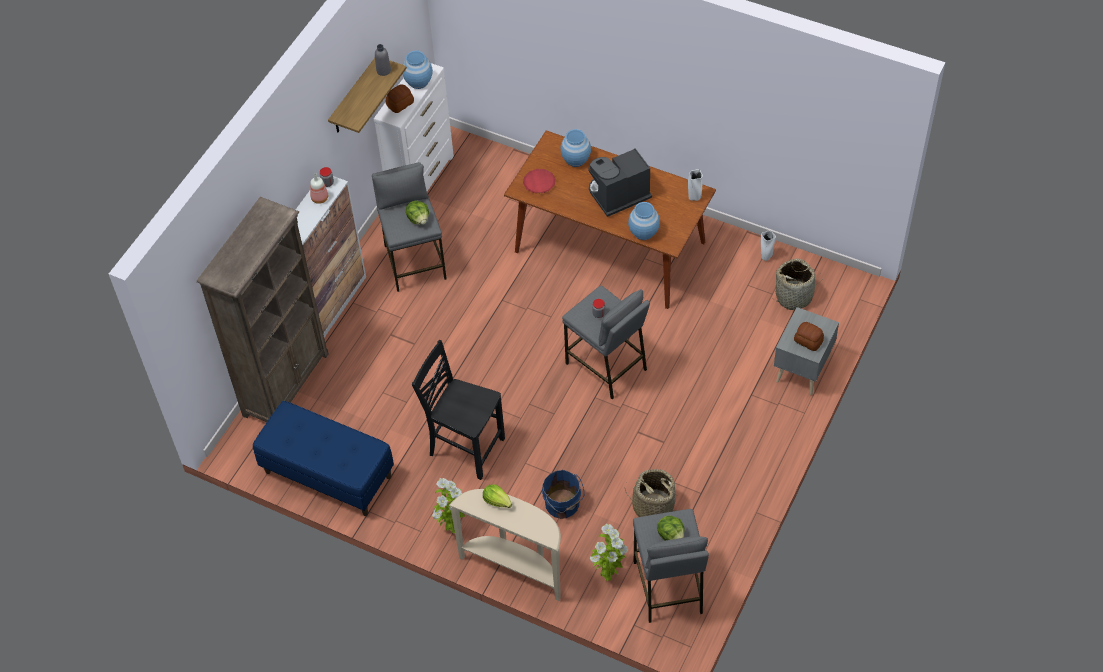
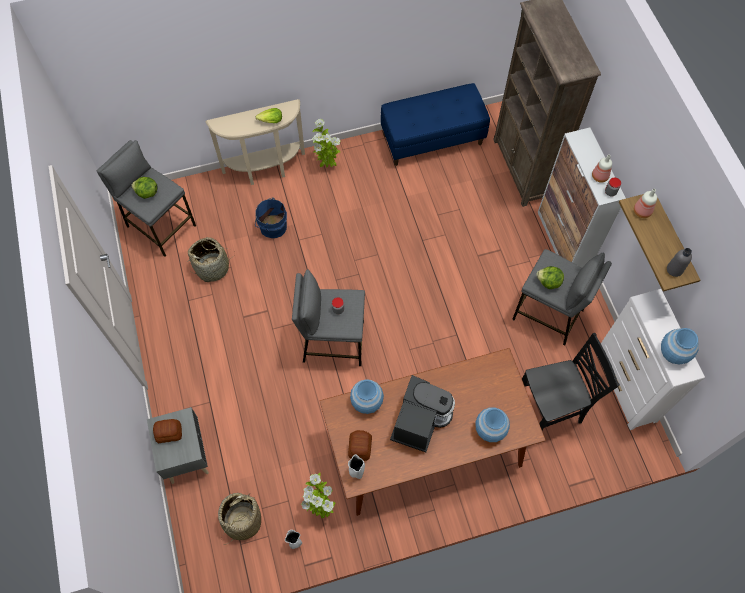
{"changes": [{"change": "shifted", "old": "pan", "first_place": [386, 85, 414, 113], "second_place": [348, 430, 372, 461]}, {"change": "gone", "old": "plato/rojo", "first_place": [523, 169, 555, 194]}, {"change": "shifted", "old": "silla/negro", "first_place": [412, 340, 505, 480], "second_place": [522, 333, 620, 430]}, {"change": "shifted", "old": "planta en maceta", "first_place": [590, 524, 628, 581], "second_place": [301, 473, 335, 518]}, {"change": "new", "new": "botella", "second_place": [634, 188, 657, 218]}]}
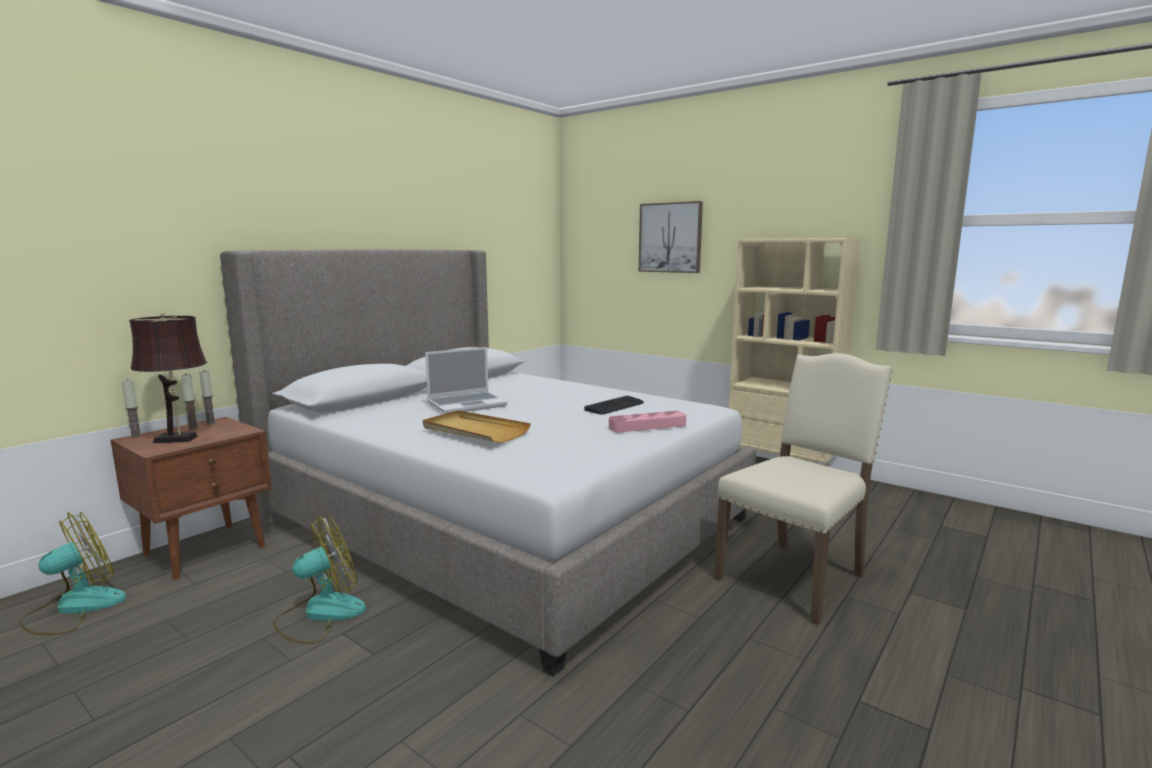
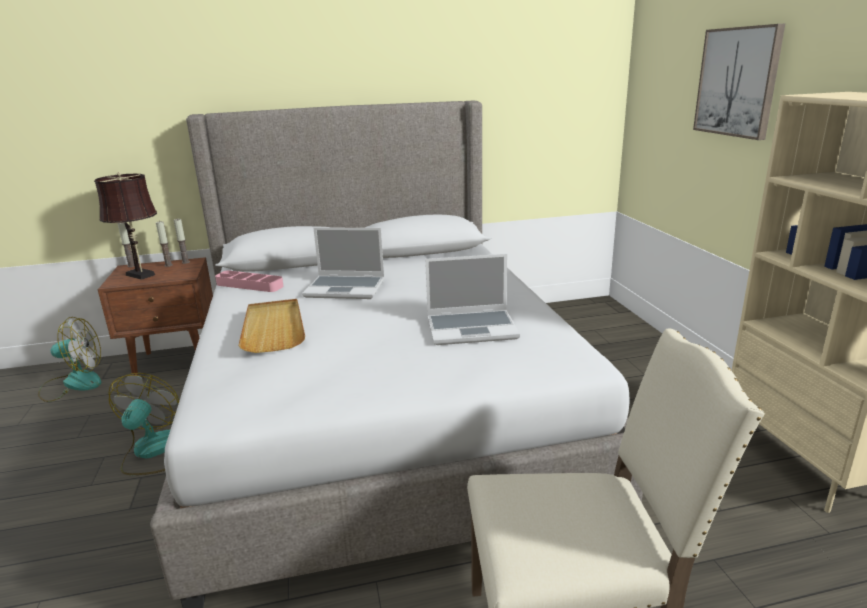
{"changes": [{"change": "swapped", "old": "teclado", "new": "portátil", "first_place": [584, 396, 644, 414], "second_place": [425, 254, 520, 345]}, {"change": "shifted", "old": "bandeja/rosa", "first_place": [609, 411, 686, 432], "second_place": [215, 271, 284, 292]}, {"change": "rotated", "old": "ventilador", "first_place": [273, 516, 366, 644], "second_place": [109, 373, 179, 475], "degrees": -90}]}
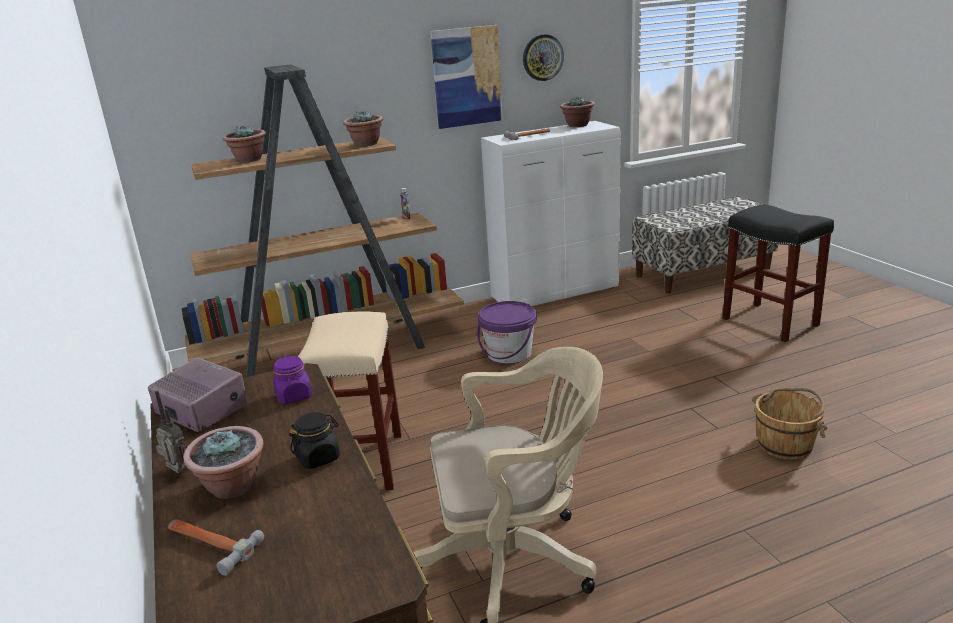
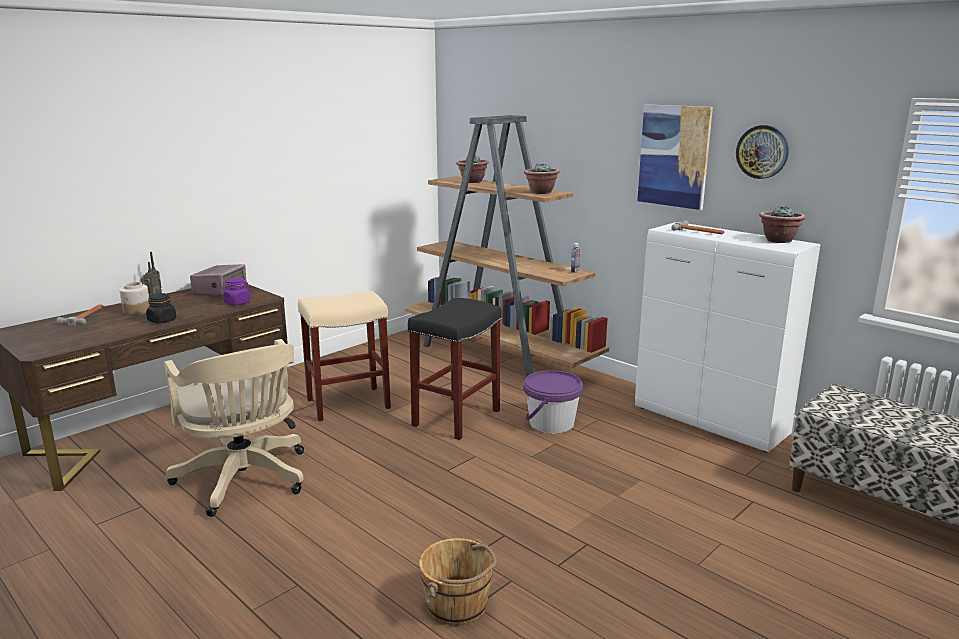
{"changes": [{"change": "shifted", "old": "taburete/negro", "first_place": [723, 204, 834, 342], "second_place": [408, 298, 502, 440]}, {"change": "swapped", "old": "planta en maceta", "new": "tarro", "first_place": [183, 426, 264, 499], "second_place": [119, 282, 150, 315]}]}
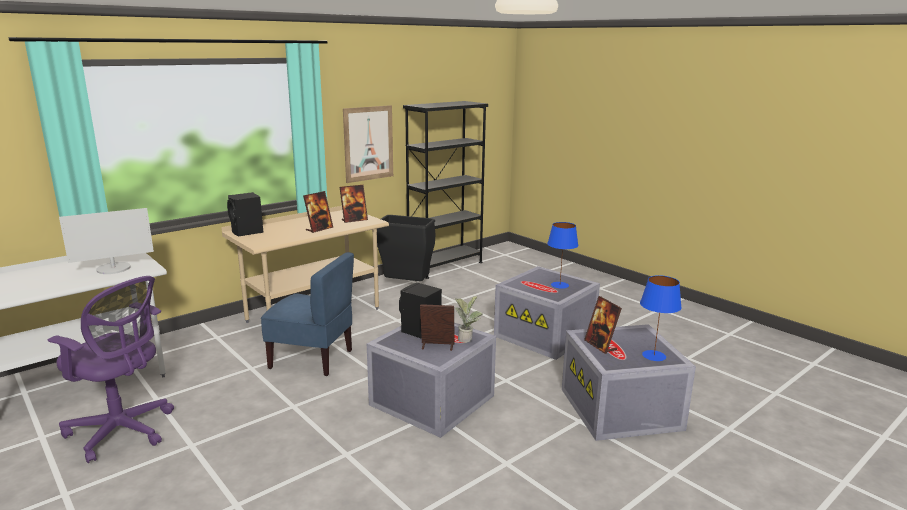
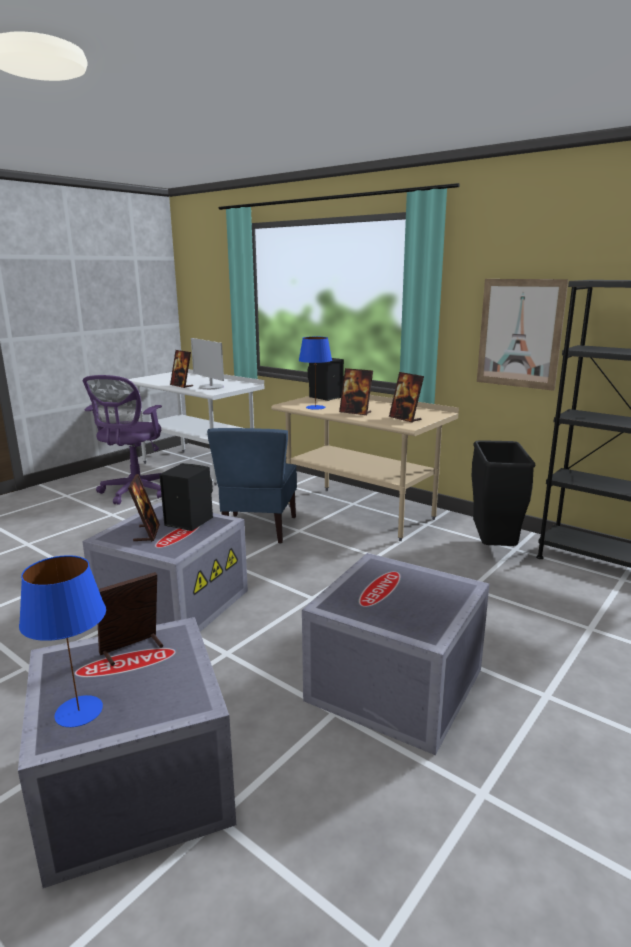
{"changes": [{"change": "shifted", "old": "lámpara de mesa/azul", "first_place": [547, 222, 578, 288], "second_place": [299, 337, 332, 410]}, {"change": "gone", "old": "planta en maceta", "first_place": [455, 296, 483, 343]}, {"change": "new", "new": "portarretratos", "second_place": [170, 350, 193, 388]}]}
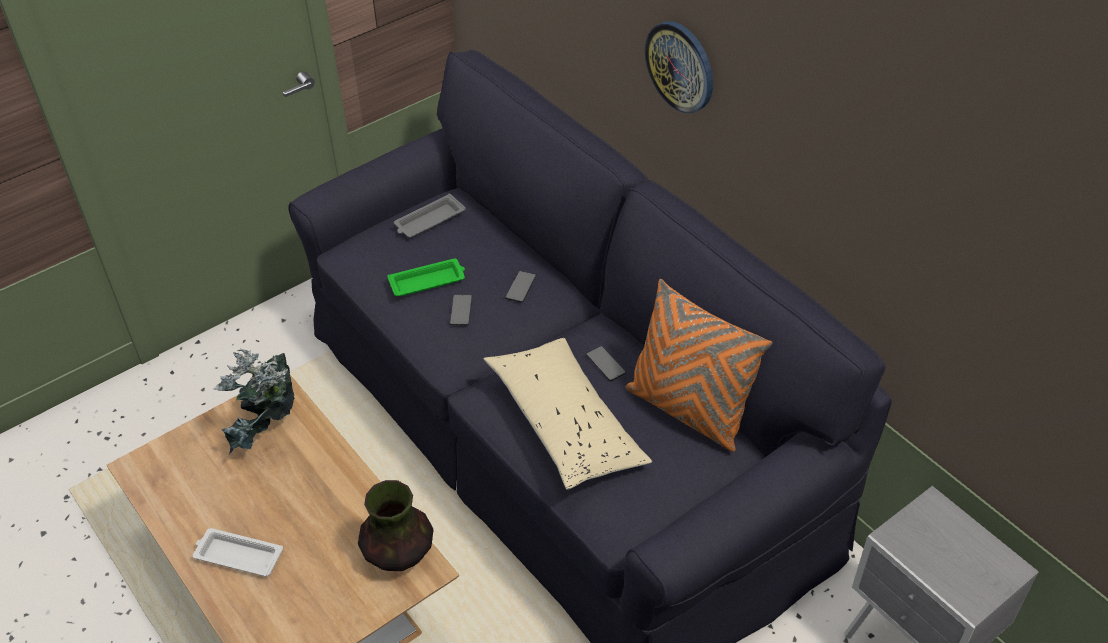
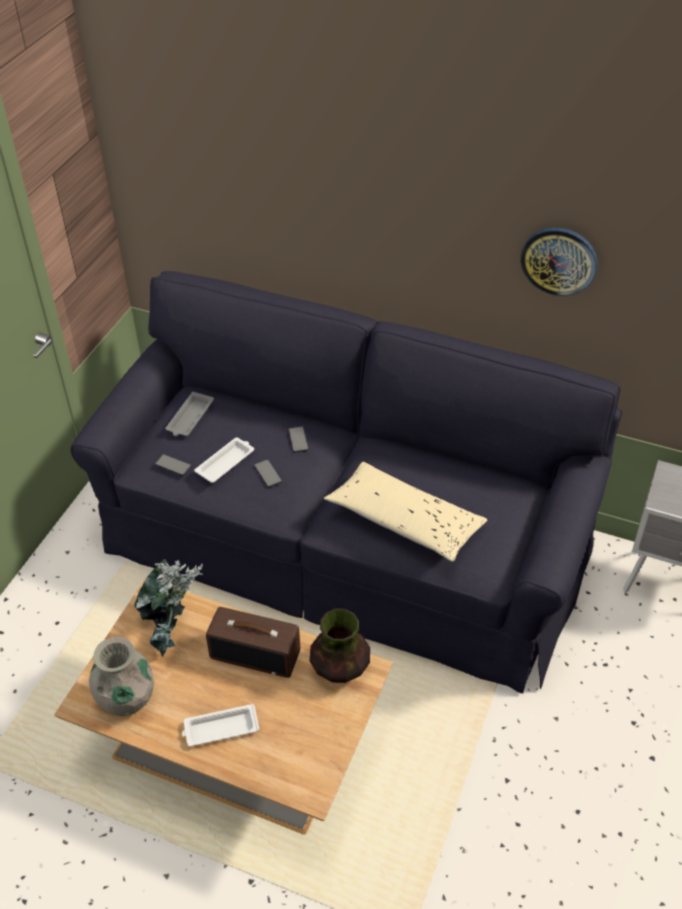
{"changes": [{"change": "shifted", "old": "reloj de pared", "first_place": [645, 21, 713, 113], "second_place": [520, 228, 598, 296]}, {"change": "repainted", "old": "bandeja/verde", "new": "bandeja/blanco", "first_place": [387, 258, 465, 296], "second_place": [194, 438, 254, 483]}, {"change": "gone", "old": "cojín/naranja", "first_place": [626, 279, 772, 452]}, {"change": "shifted", "old": "móvil", "first_place": [586, 346, 626, 381], "second_place": [155, 454, 191, 476]}, {"change": "new", "new": "radio", "second_place": [206, 607, 300, 678]}, {"change": "new", "new": "florero/gris", "second_place": [89, 637, 154, 716]}]}
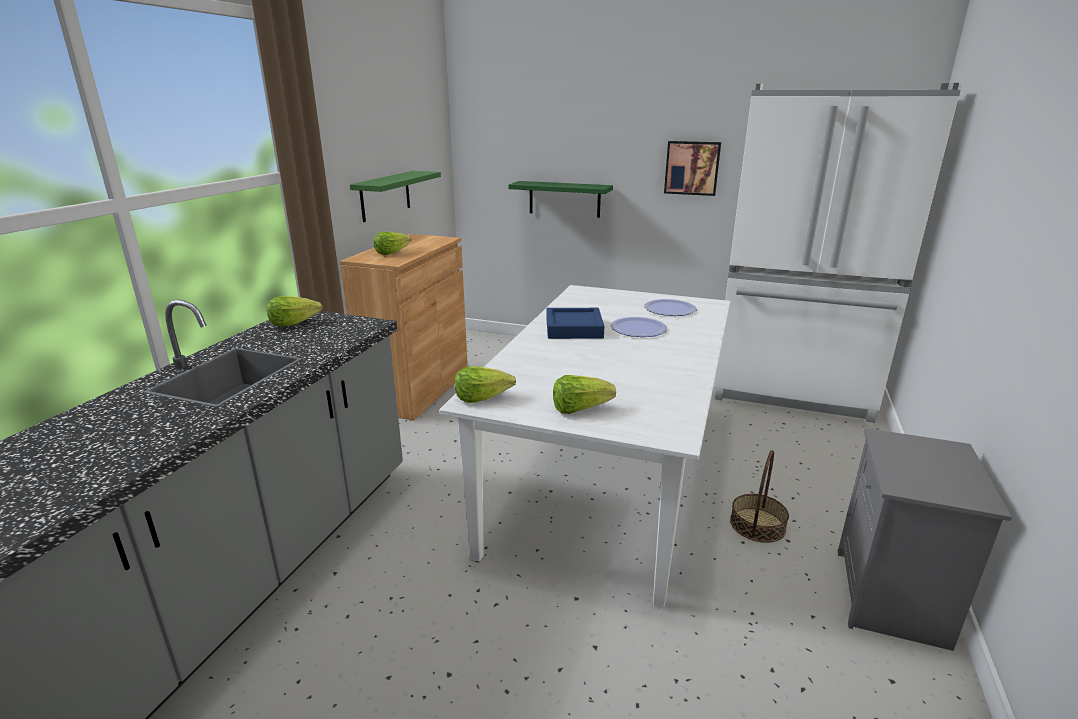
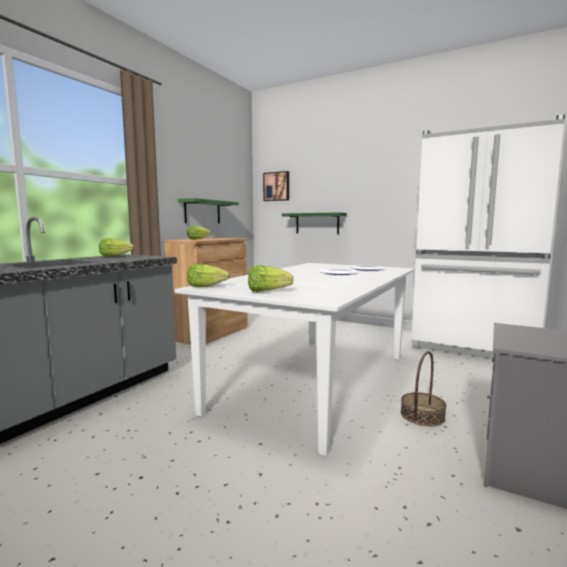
{"changes": [{"change": "shifted", "old": "cuadro", "first_place": [664, 141, 721, 196], "second_place": [263, 171, 289, 201]}, {"change": "gone", "old": "bandeja/azul", "first_place": [546, 308, 604, 339]}]}
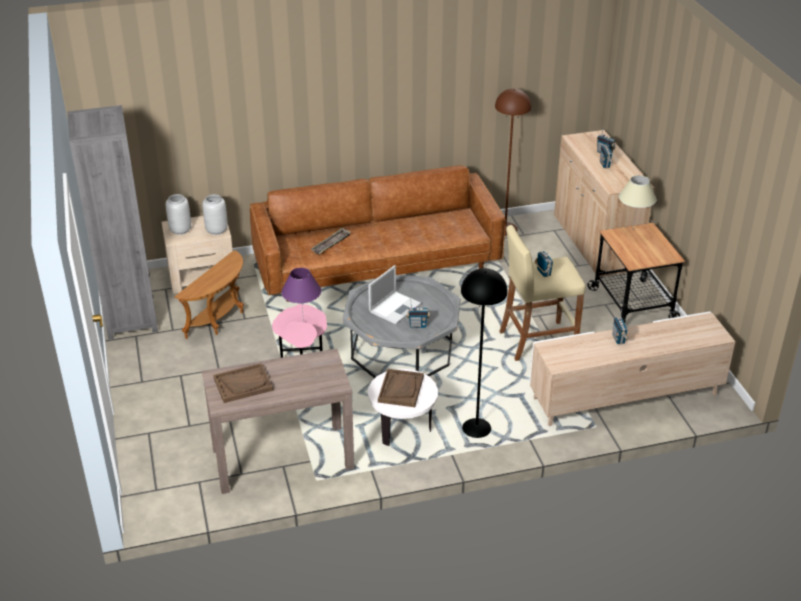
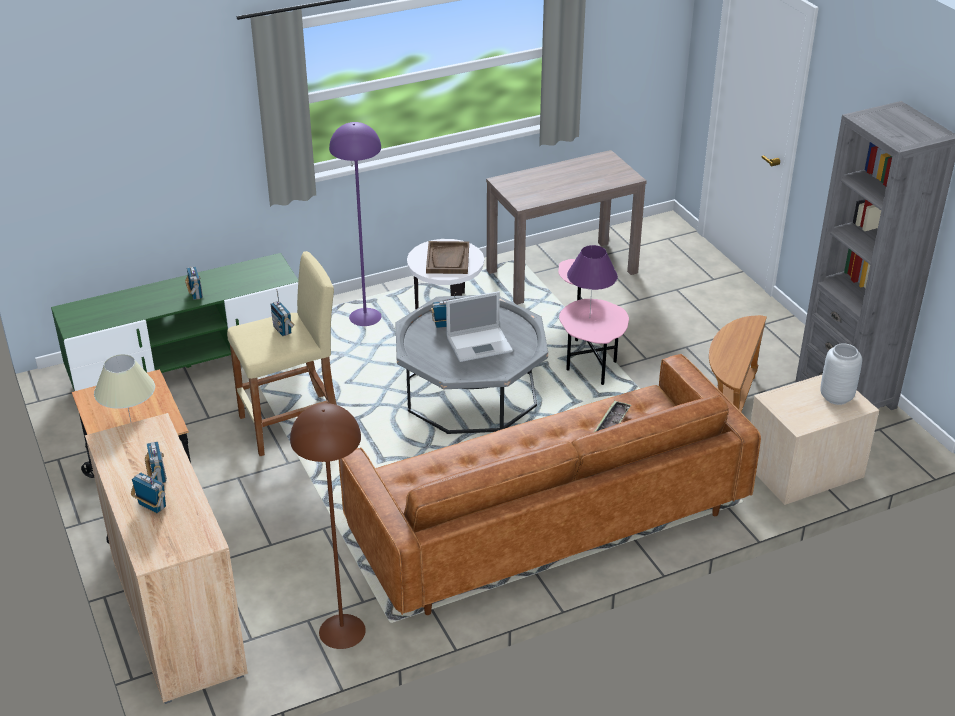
{"changes": [{"change": "gone", "old": "florero/gris", "first_place": [202, 194, 228, 235]}, {"change": "rotated", "old": "portátil", "first_place": [368, 265, 421, 324], "second_place": [446, 291, 513, 362], "degrees": -135}, {"change": "repainted", "old": "lámpara de pie/negro", "new": "lámpara de pie/morado", "first_place": [461, 268, 508, 438], "second_place": [329, 122, 382, 326]}, {"change": "repainted", "old": "mueble de televisión/beis", "new": "mueble de televisión/verde", "first_place": [529, 311, 736, 426], "second_place": [51, 253, 298, 391]}, {"change": "gone", "old": "bandeja/marrón", "first_place": [213, 363, 273, 403]}]}
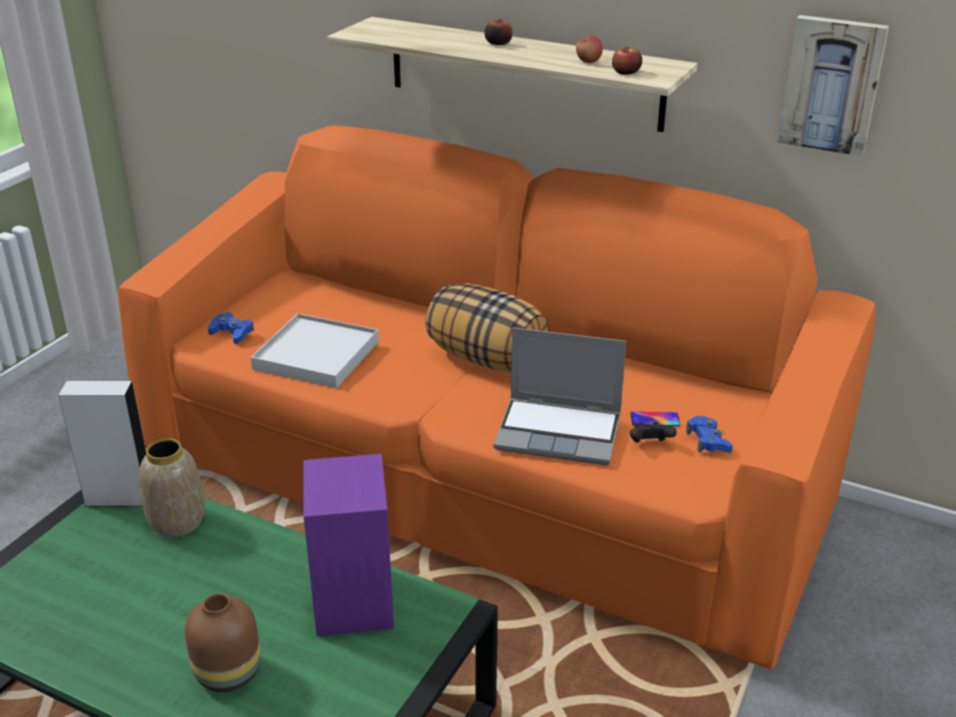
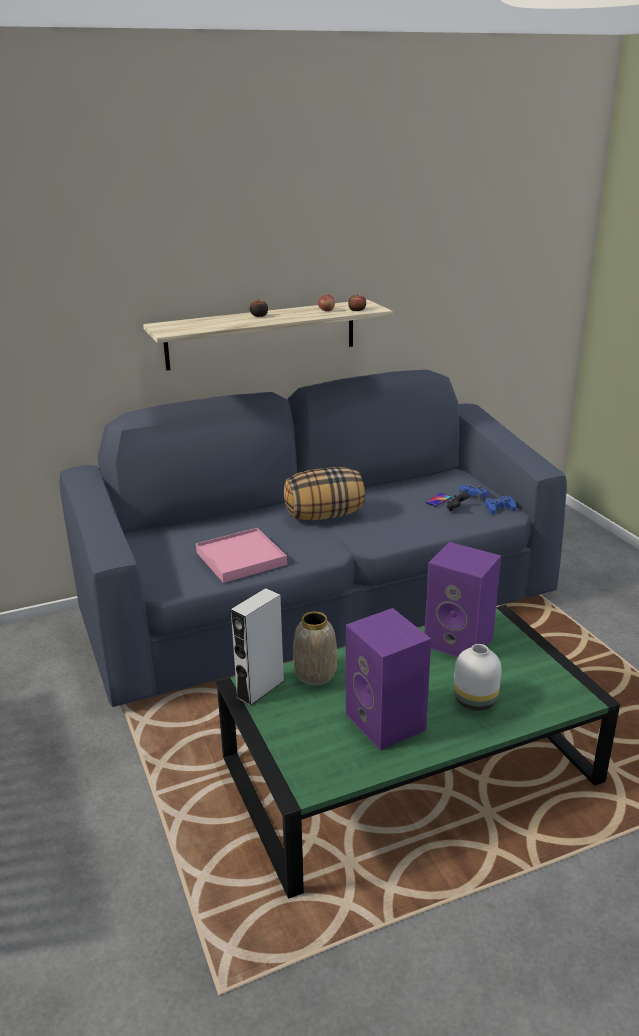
{"changes": [{"change": "gone", "old": "cuadro", "first_place": [778, 15, 889, 157]}, {"change": "repainted", "old": "sofá/naranja", "new": "sofá/azul", "first_place": [118, 125, 876, 670], "second_place": [59, 370, 567, 707]}, {"change": "shifted", "old": "mando de consola/azul", "first_place": [208, 313, 254, 344], "second_place": [485, 496, 516, 515]}, {"change": "repainted", "old": "bandeja/blanco", "new": "bandeja/rosa", "first_place": [251, 313, 379, 388], "second_place": [196, 528, 287, 583]}, {"change": "gone", "old": "portátil", "first_place": [493, 327, 626, 465]}, {"change": "repainted", "old": "florero/marrón", "new": "florero/blanco", "first_place": [185, 593, 261, 692], "second_place": [454, 644, 502, 711]}, {"change": "new", "new": "altavoz/morado", "second_place": [346, 608, 431, 751]}]}
